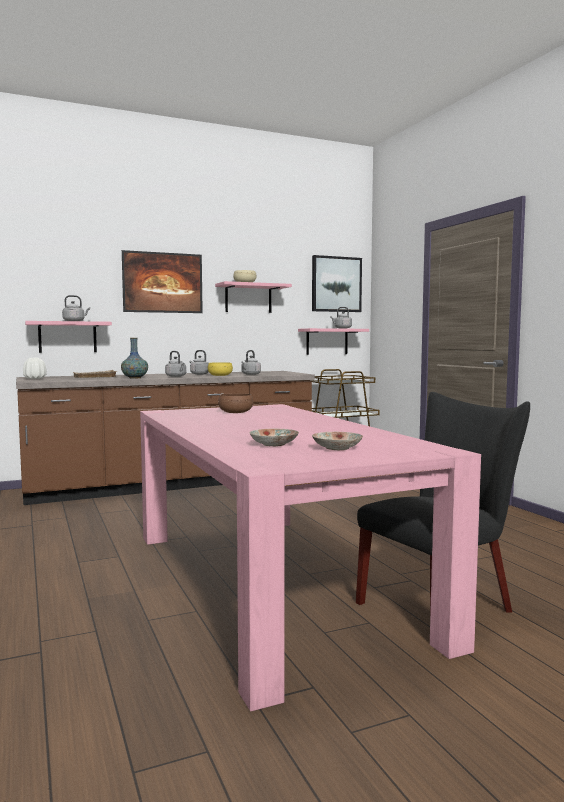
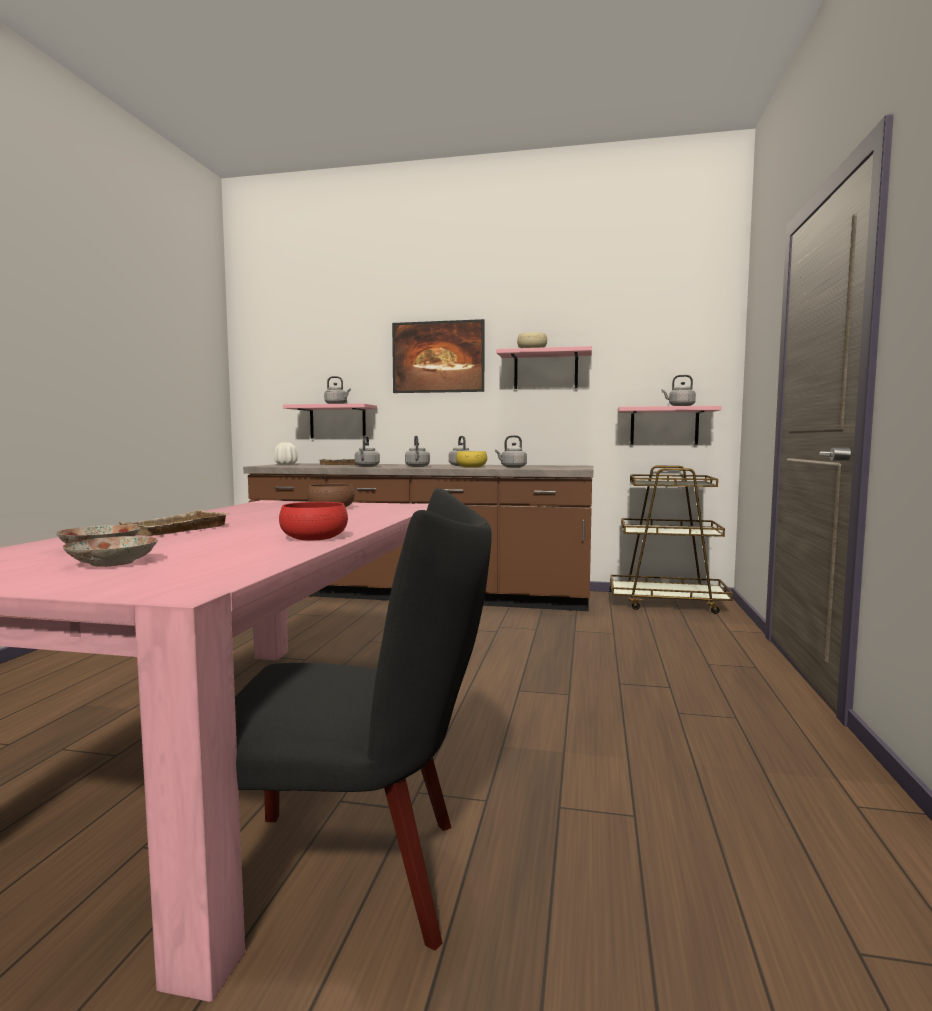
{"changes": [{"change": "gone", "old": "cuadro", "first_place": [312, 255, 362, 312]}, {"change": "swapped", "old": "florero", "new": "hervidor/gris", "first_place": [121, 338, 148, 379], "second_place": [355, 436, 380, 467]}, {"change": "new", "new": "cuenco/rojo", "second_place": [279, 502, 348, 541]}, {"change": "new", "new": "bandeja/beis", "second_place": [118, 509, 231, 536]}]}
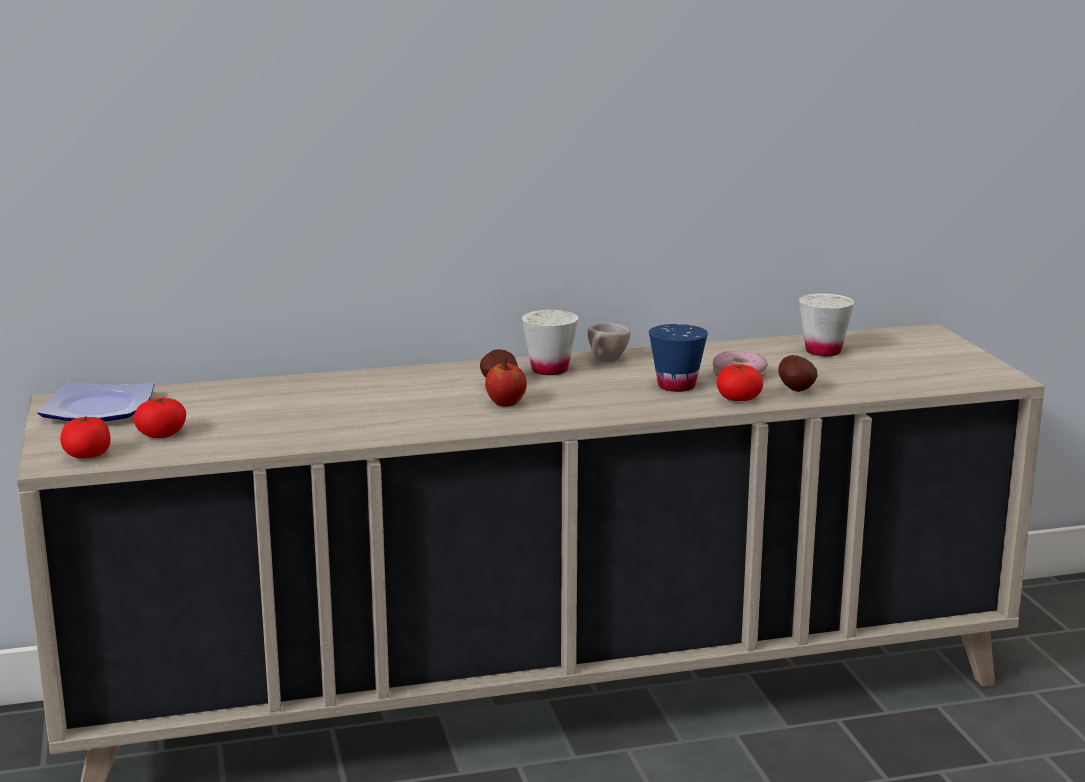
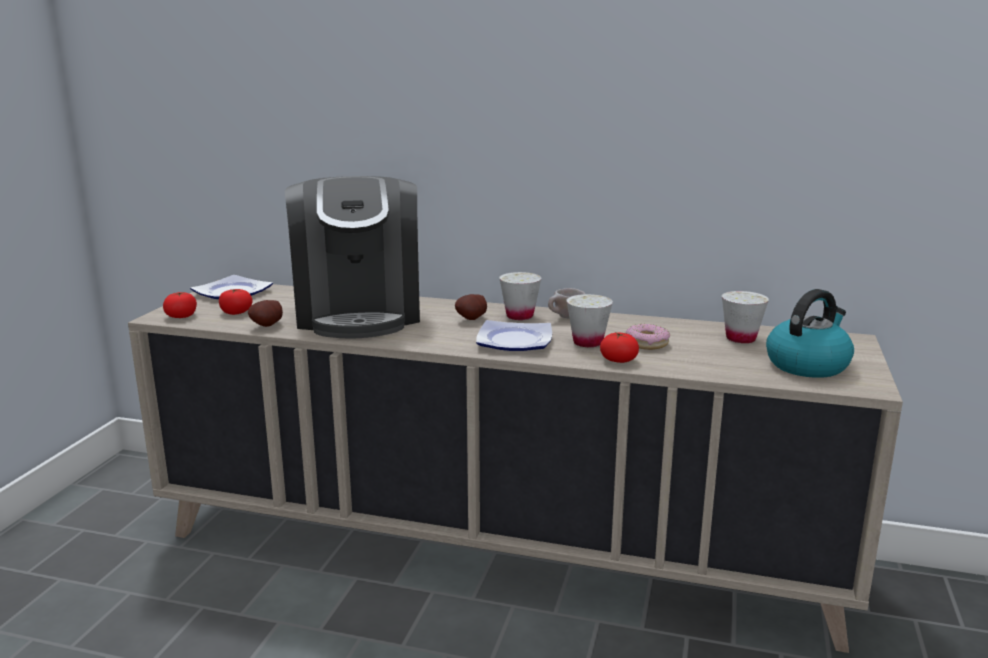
{"changes": [{"change": "repainted", "old": "taza/azul", "new": "taza/blanco", "first_place": [649, 324, 708, 392], "second_place": [566, 294, 613, 347]}, {"change": "shifted", "old": "patata", "first_place": [778, 355, 818, 392], "second_place": [248, 300, 283, 327]}, {"change": "gone", "old": "manzana", "first_place": [485, 357, 527, 407]}, {"change": "new", "new": "cafetera", "second_place": [285, 176, 420, 338]}, {"change": "new", "new": "hervidor", "second_place": [766, 289, 854, 378]}, {"change": "new", "new": "plato", "second_place": [476, 320, 552, 351]}]}
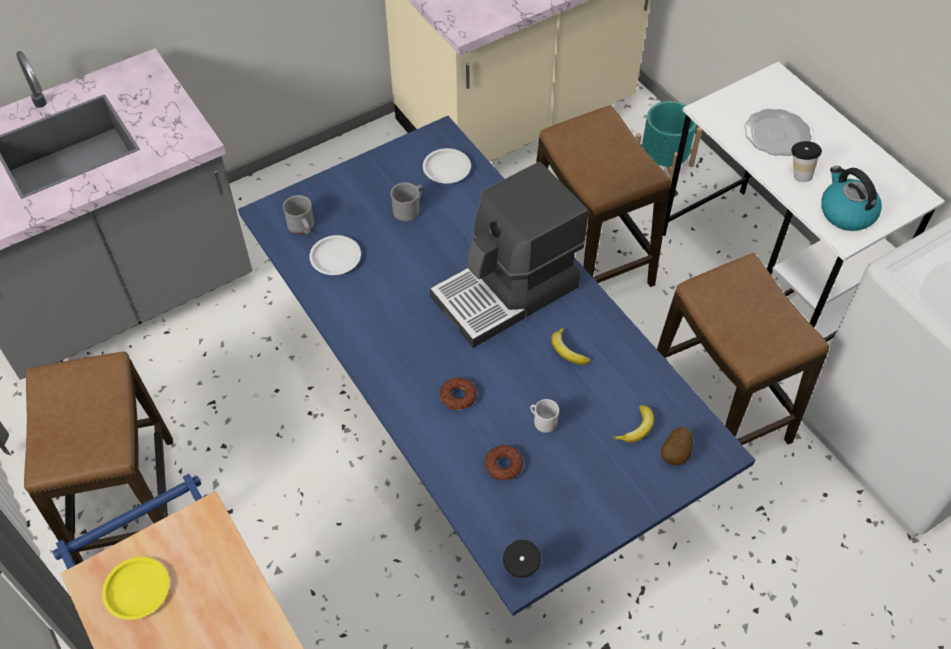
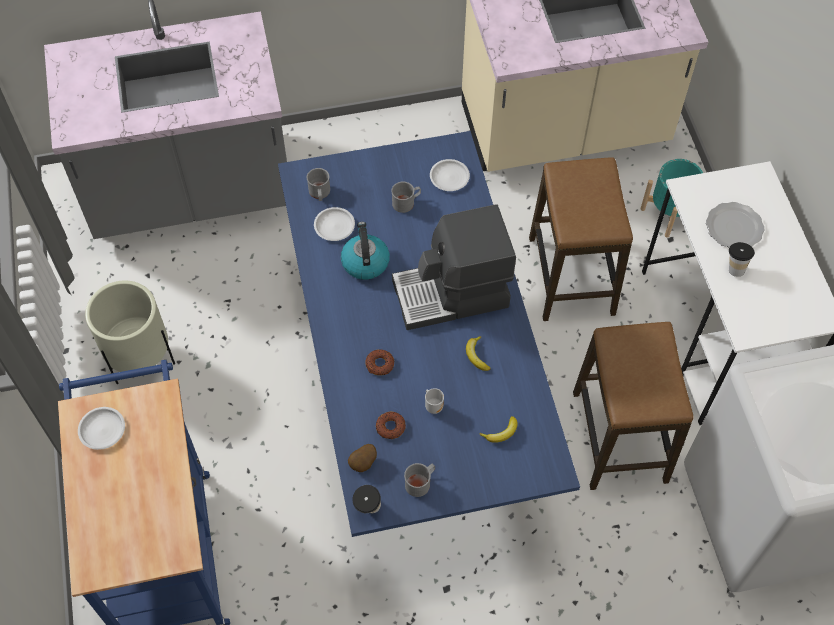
{"changes": [{"change": "shifted", "old": "hervidor", "first_place": [821, 166, 882, 231], "second_place": [341, 222, 390, 280]}, {"change": "swapped", "old": "taburete", "new": "maceta/beis", "first_place": [24, 351, 173, 565], "second_place": [85, 281, 175, 384]}, {"change": "shifted", "old": "patata", "first_place": [661, 427, 693, 465], "second_place": [348, 444, 377, 472]}, {"change": "repainted", "old": "plato/amarillo", "new": "plato/blanco", "first_place": [102, 557, 169, 620], "second_place": [78, 407, 125, 450]}, {"change": "new", "new": "taza grande/gris", "second_place": [404, 463, 435, 497]}]}
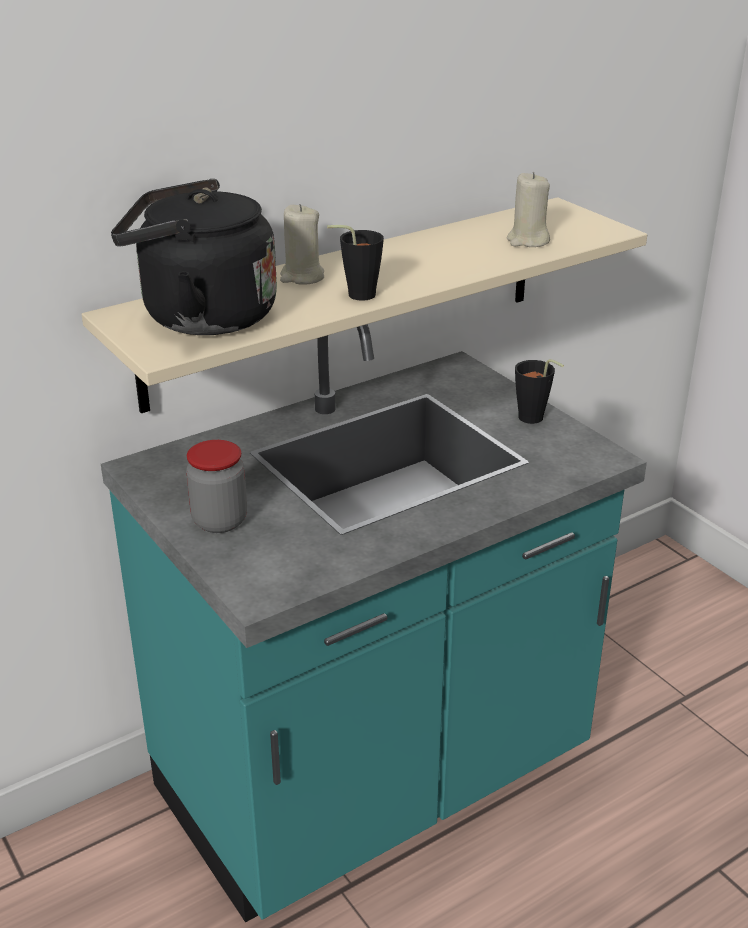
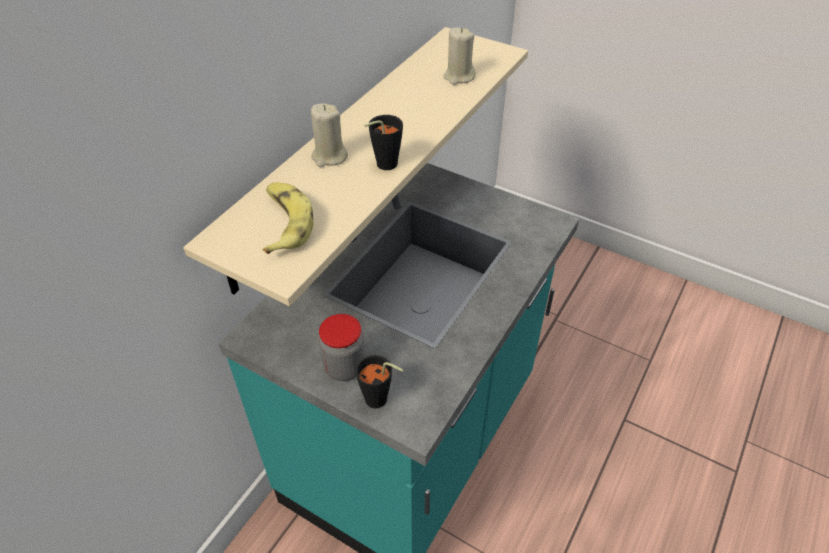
{"changes": [{"change": "swapped", "old": "hervidor/negro", "new": "plátano", "first_place": [111, 179, 277, 335], "second_place": [262, 183, 314, 254]}, {"change": "shifted", "old": "taza/negro", "first_place": [515, 359, 564, 424], "second_place": [355, 355, 403, 408]}]}
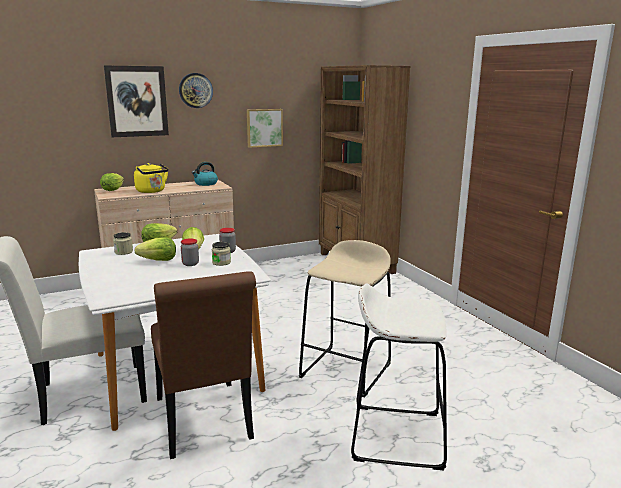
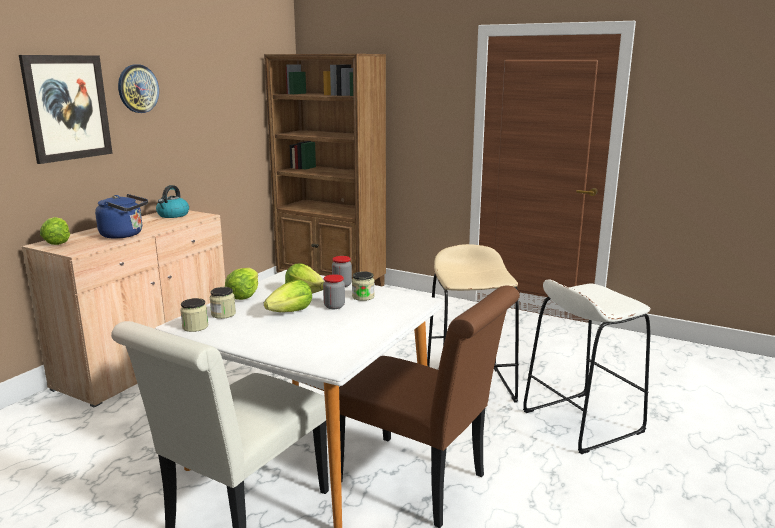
{"changes": [{"change": "gone", "old": "cuadro", "first_place": [247, 109, 283, 148]}, {"change": "repainted", "old": "hervidor/amarillo", "new": "hervidor/azul", "first_place": [134, 163, 169, 193], "second_place": [95, 194, 148, 239]}, {"change": "new", "new": "tarro", "second_place": [180, 298, 208, 332]}]}
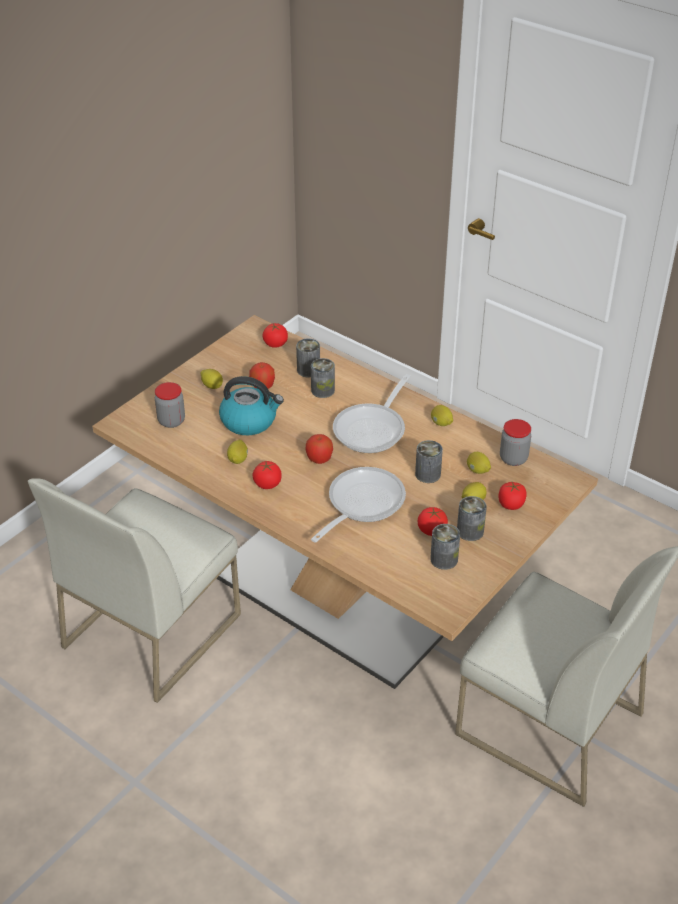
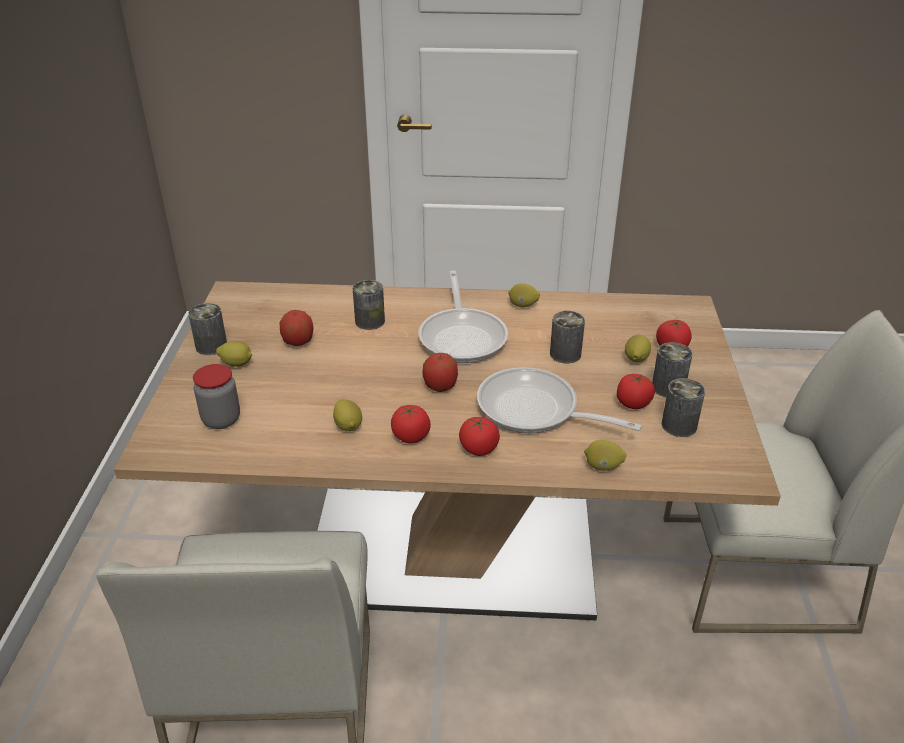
{"changes": [{"change": "shifted", "old": "tomate", "first_place": [262, 323, 288, 348], "second_place": [459, 417, 500, 456]}, {"change": "shifted", "old": "lata", "first_place": [296, 338, 320, 378], "second_place": [188, 303, 227, 355]}, {"change": "gone", "old": "hervidor", "first_place": [219, 376, 284, 435]}, {"change": "gone", "old": "tarro", "first_place": [500, 419, 531, 466]}, {"change": "shifted", "old": "limón", "first_place": [467, 452, 491, 474], "second_place": [584, 440, 626, 471]}, {"change": "rotated", "old": "sartén", "first_place": [311, 467, 406, 543], "second_place": [477, 367, 642, 433], "degrees": -60}]}
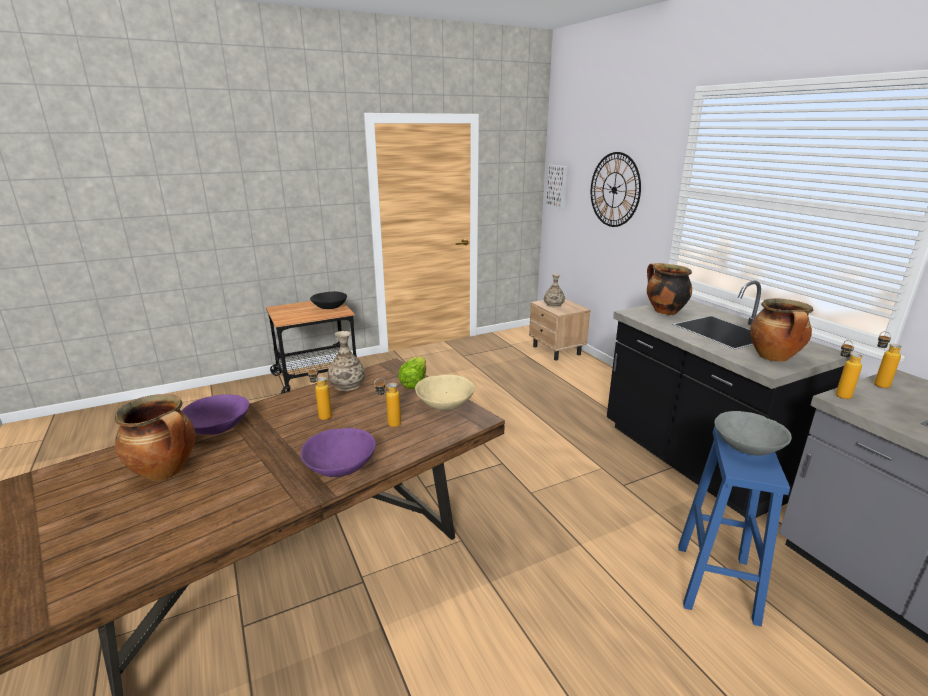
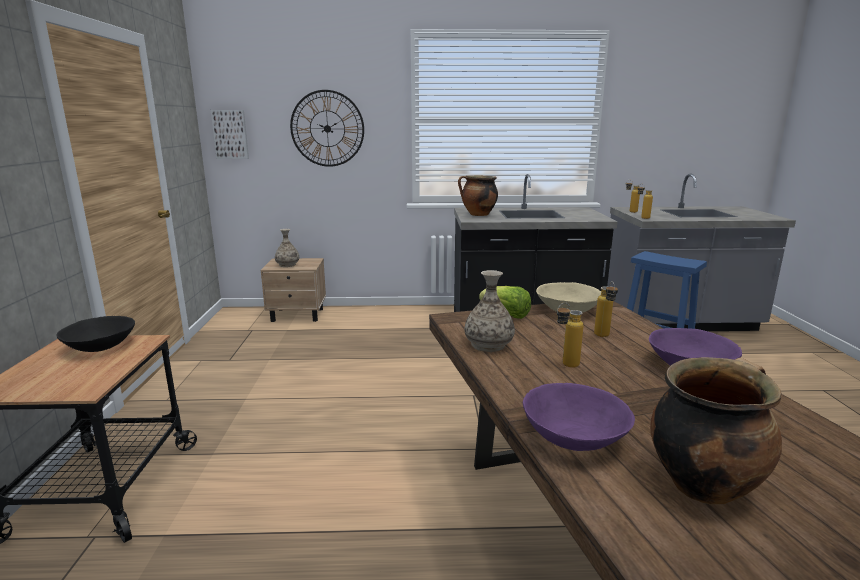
{"changes": [{"change": "gone", "old": "olla", "first_place": [750, 298, 813, 362]}, {"change": "gone", "old": "cuenco/gris", "first_place": [714, 411, 792, 456]}]}
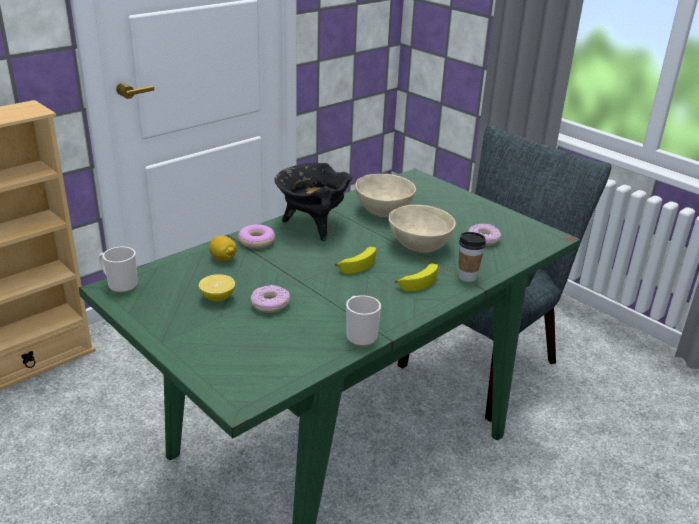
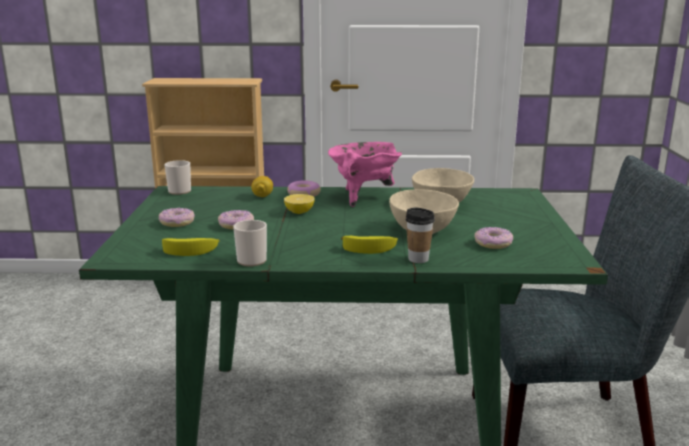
{"changes": [{"change": "repainted", "old": "olla/negro", "new": "olla/rosa", "first_place": [274, 163, 353, 241], "second_place": [328, 142, 402, 207]}, {"change": "shifted", "old": "plátano", "first_place": [335, 246, 376, 274], "second_place": [162, 238, 220, 256]}, {"change": "shifted", "old": "limón", "first_place": [199, 274, 235, 302], "second_place": [284, 194, 315, 214]}, {"change": "new", "new": "rosquilla", "second_place": [159, 208, 195, 227]}]}
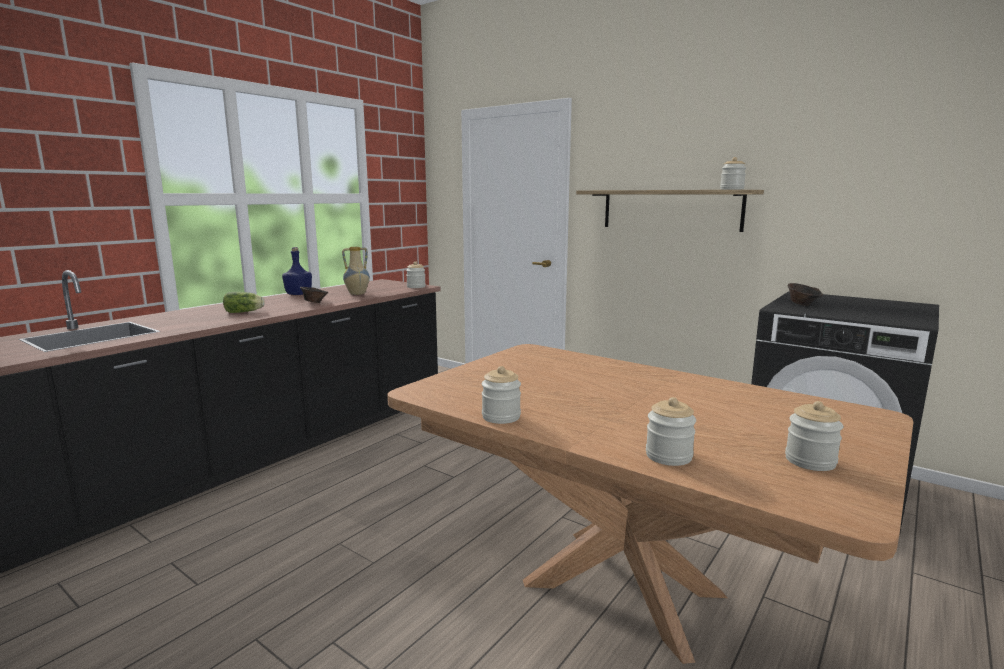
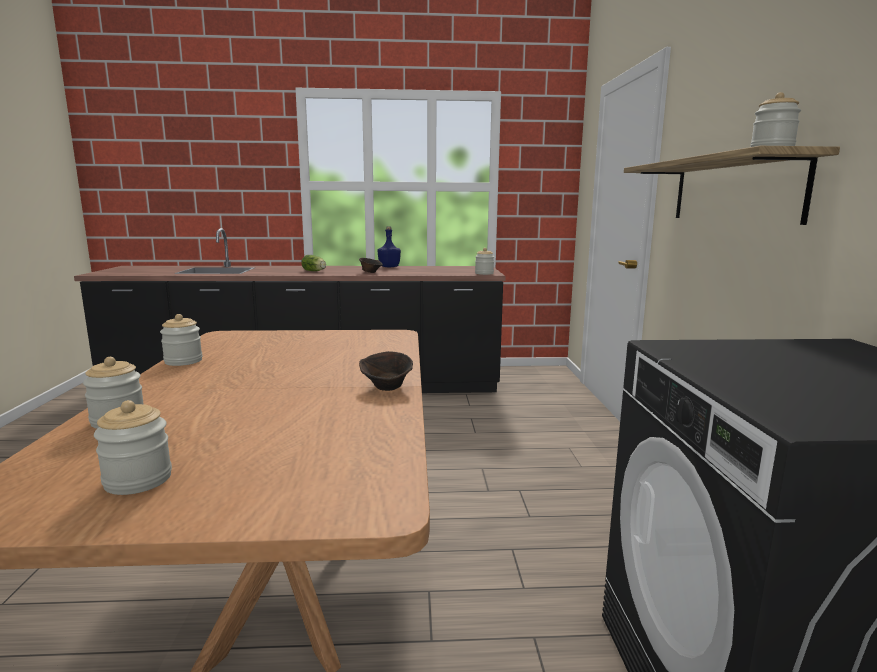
{"changes": [{"change": "gone", "old": "florero", "first_place": [342, 247, 370, 295]}, {"change": "shifted", "old": "cuenco/marrón", "first_place": [787, 283, 823, 306], "second_place": [359, 351, 413, 391]}]}
